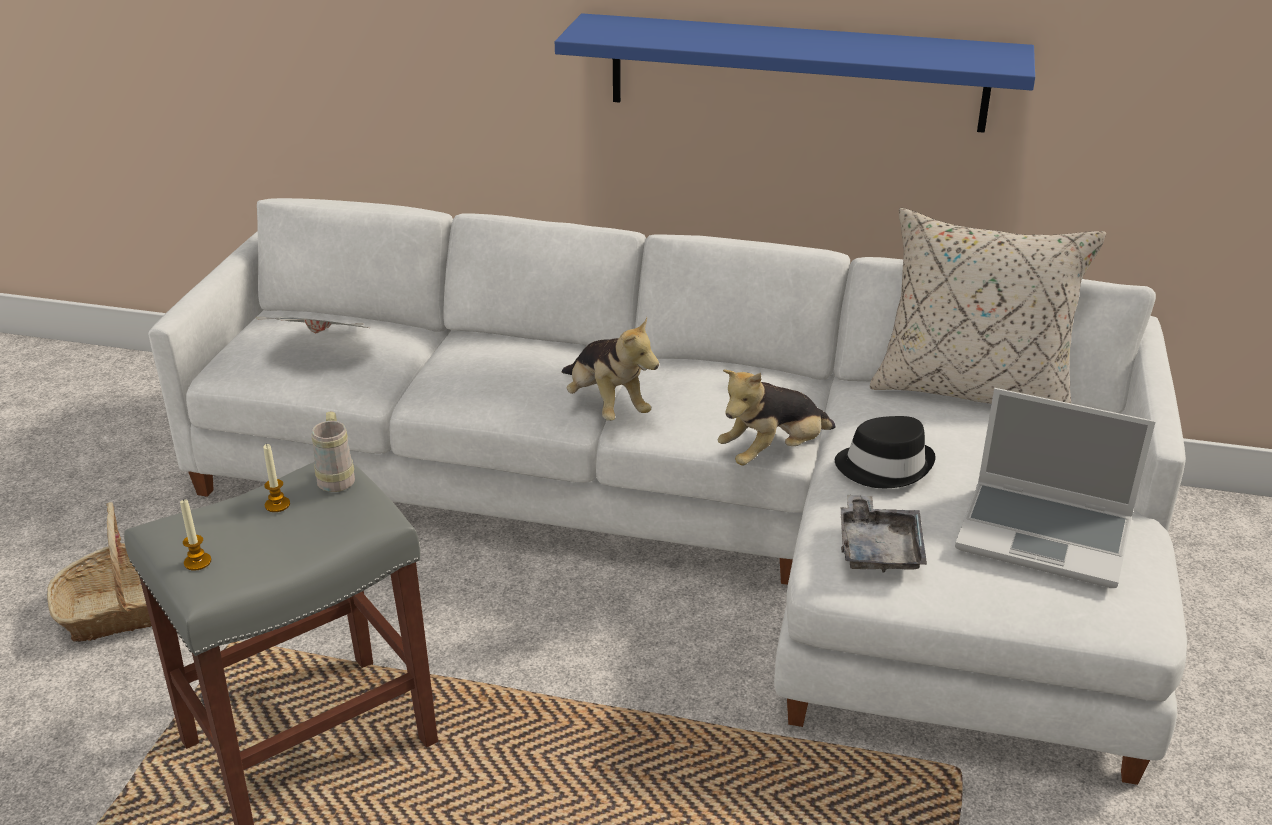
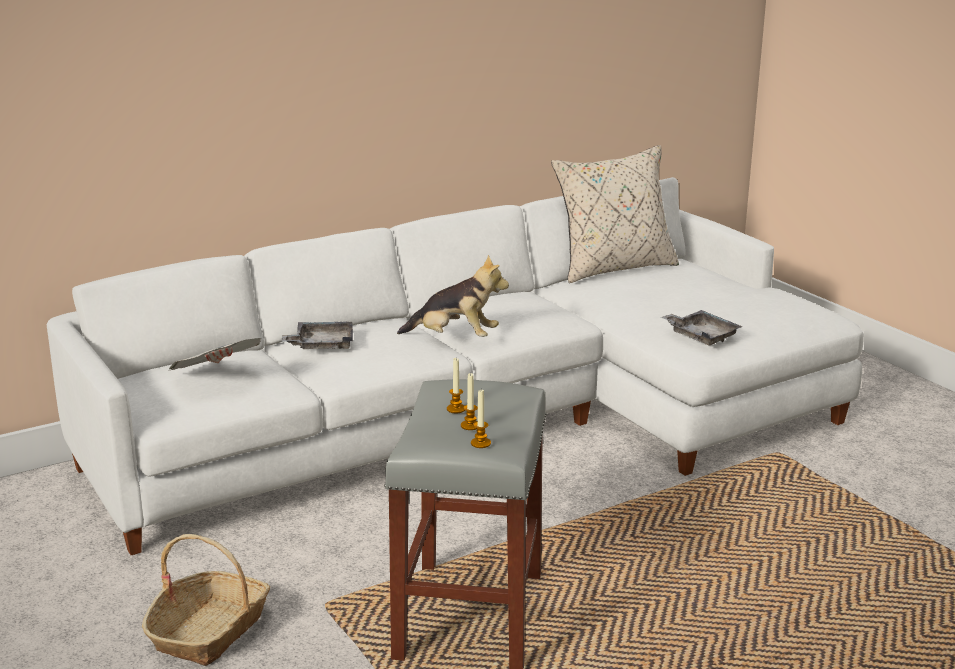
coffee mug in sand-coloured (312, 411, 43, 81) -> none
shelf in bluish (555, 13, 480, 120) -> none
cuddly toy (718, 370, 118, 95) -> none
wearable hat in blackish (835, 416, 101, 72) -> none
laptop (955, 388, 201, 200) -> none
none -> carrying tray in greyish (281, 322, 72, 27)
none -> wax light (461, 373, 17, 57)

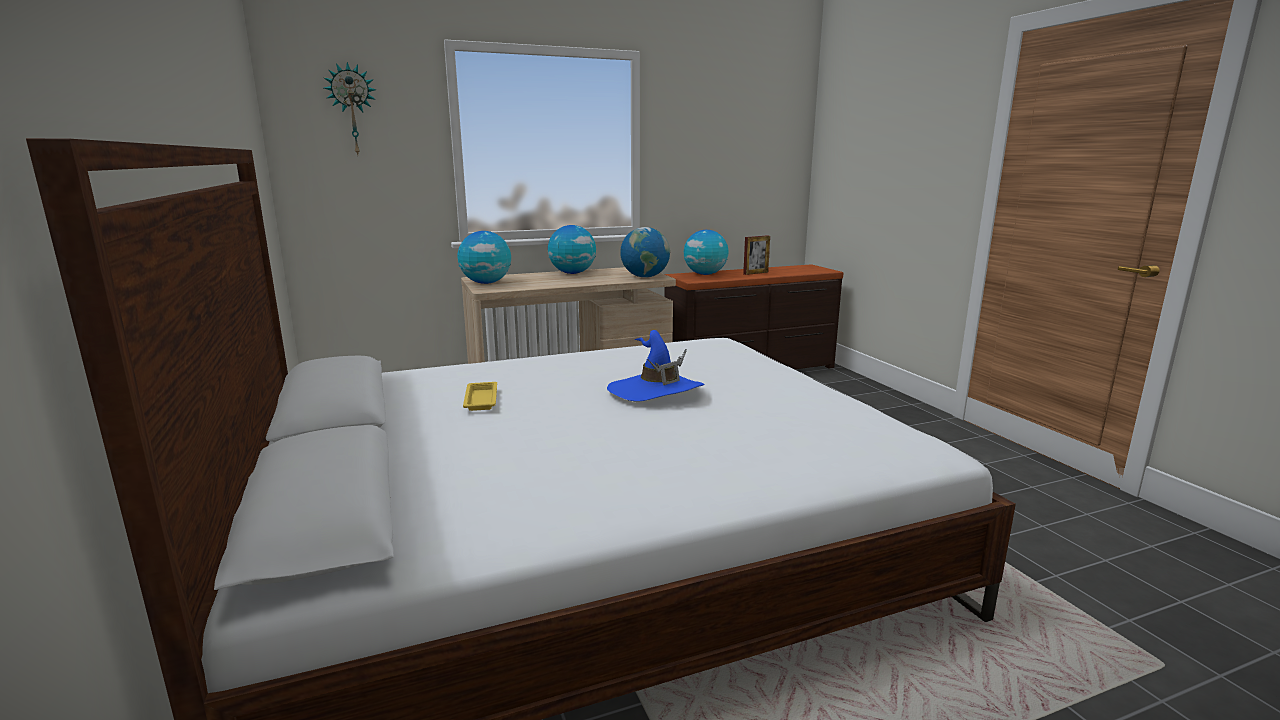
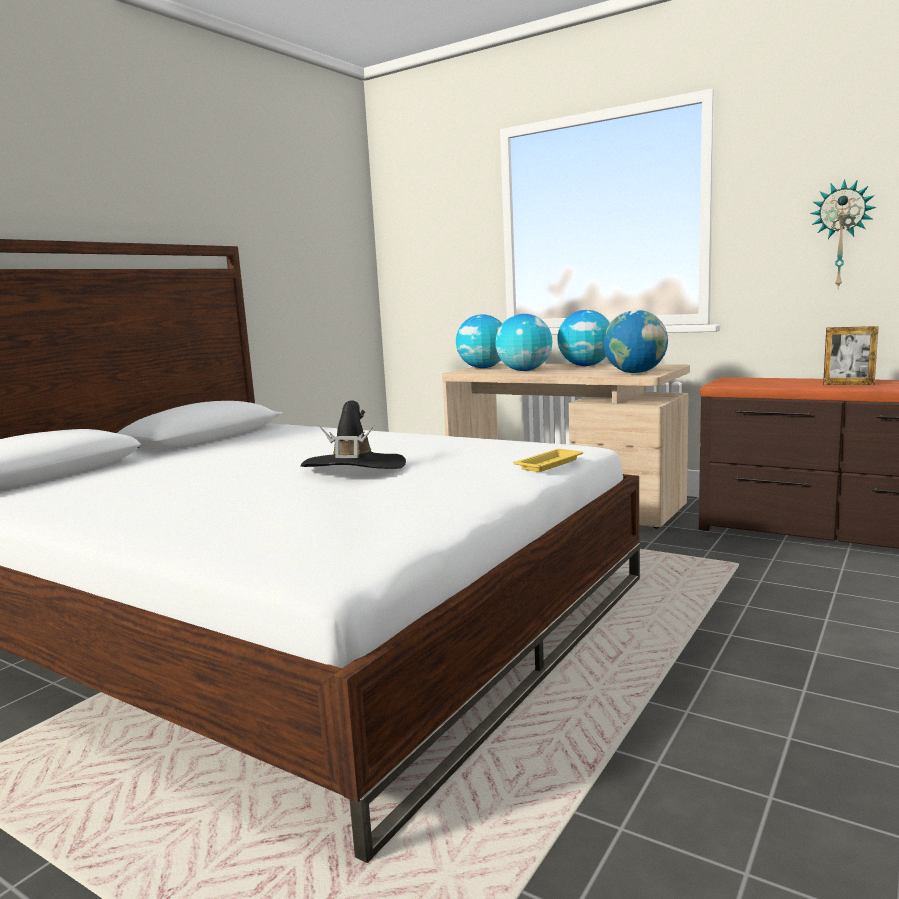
wall clock (324, 62, 52, 93) -> wall clock (810, 179, 66, 109), move
carrying tray in yellow (463, 382, 34, 29) -> carrying tray in yellow (513, 449, 70, 23), move
wearable hat in bluish (607, 330, 98, 71) -> wearable hat in blackish (300, 400, 106, 69)
world globe (684, 230, 44, 45) -> world globe (495, 314, 57, 57), move

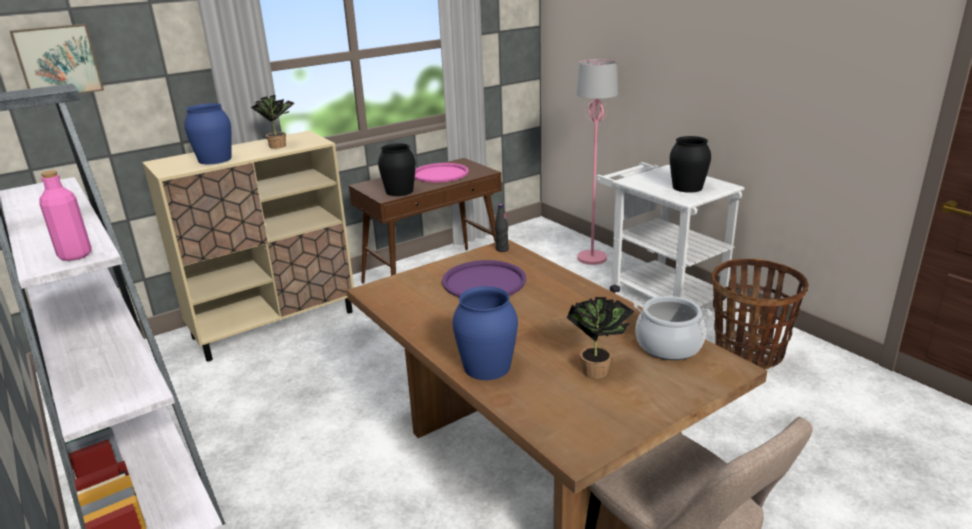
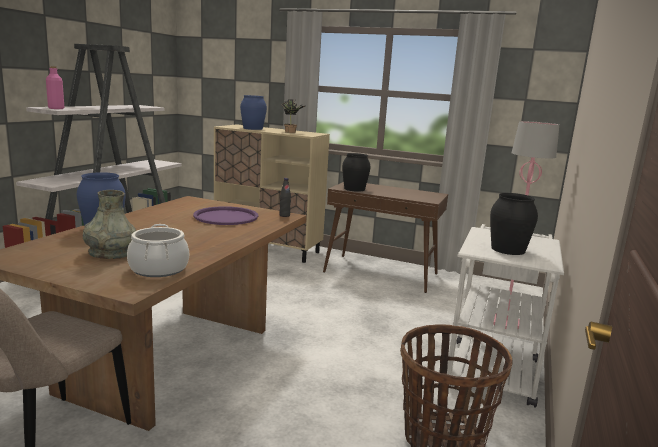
wall art (10, 24, 94, 70) -> none
carrying tray in pink (415, 163, 54, 19) -> none
plant in a pot (567, 297, 68, 82) -> decorative vase in greyish (83, 190, 53, 69)

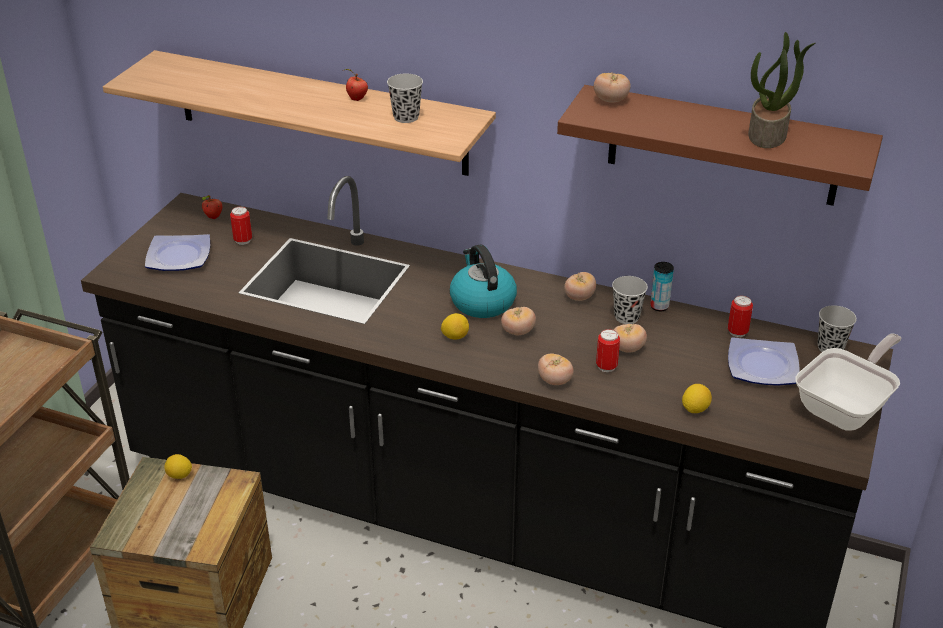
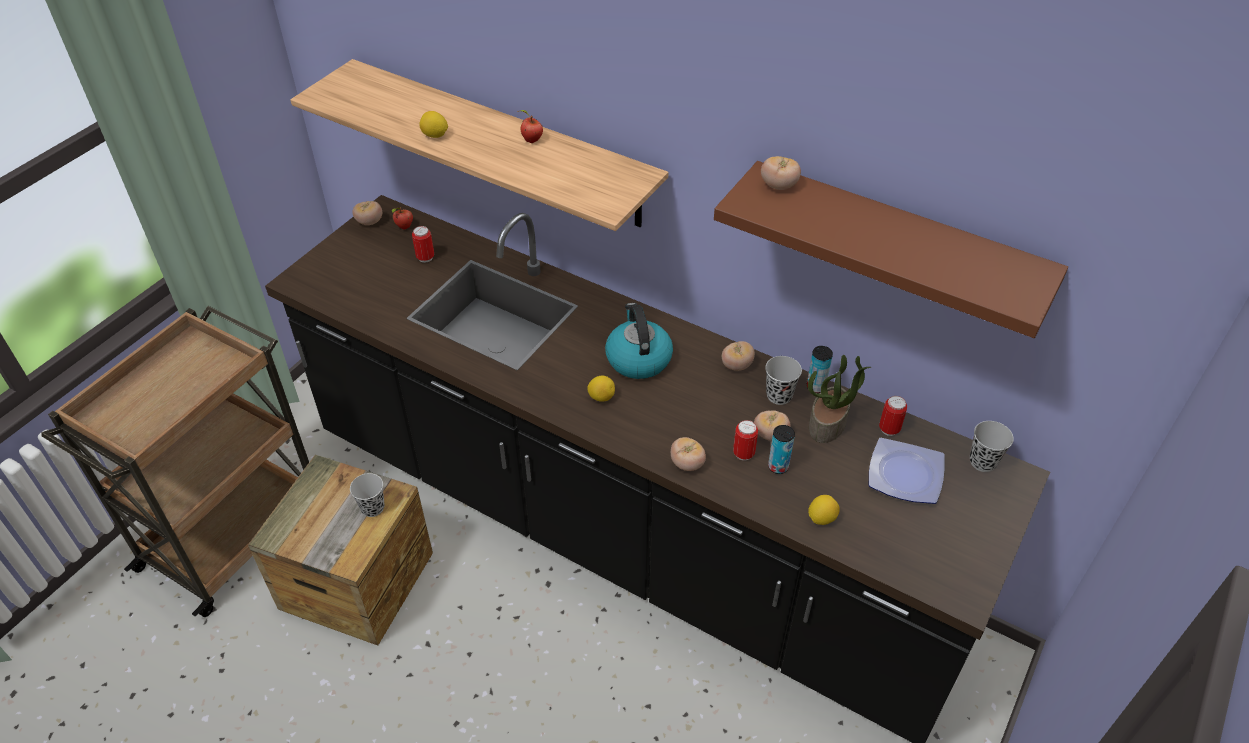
plate (145, 234, 65, 37) -> none
whole lemon (164, 454, 28, 25) -> whole lemon (419, 111, 29, 27), move
cup in blackish (387, 73, 36, 50) -> cup in blackish (350, 473, 35, 44), move
fresh tomato (501, 307, 35, 28) -> fresh tomato (352, 201, 30, 24), move
plant in a pot (748, 32, 68, 116) -> plant in a pot (808, 355, 63, 88), move
frying pan (795, 334, 106, 97) -> none
none -> can (768, 425, 27, 49)

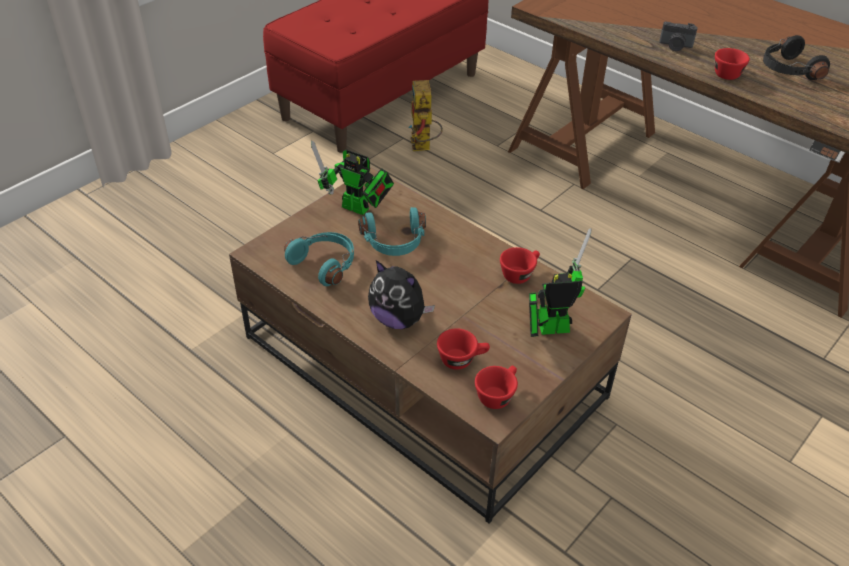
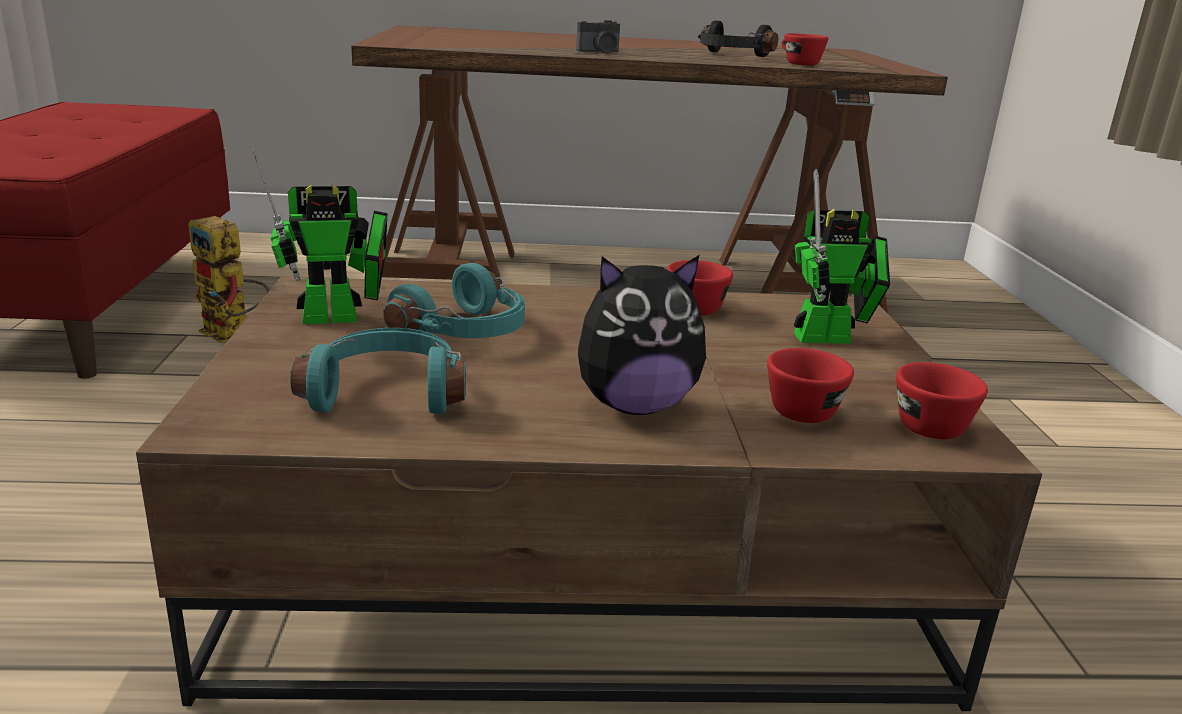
toy robot (529, 228, 62, 109) -> toy robot (794, 169, 96, 175), 135 degrees counterclockwise
cup in reddish (715, 48, 35, 32) -> cup in reddish (782, 33, 47, 33), move

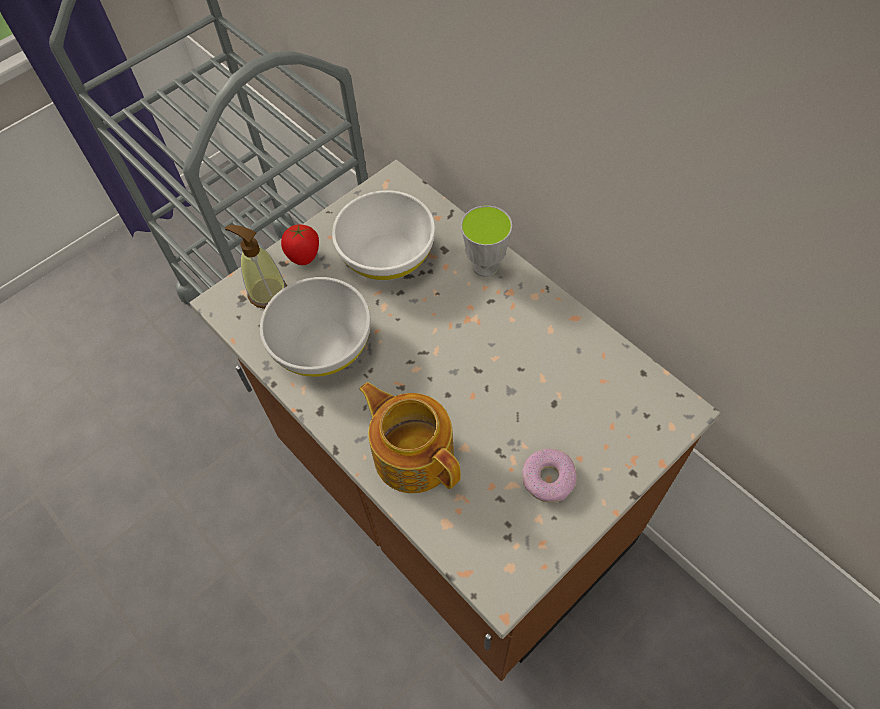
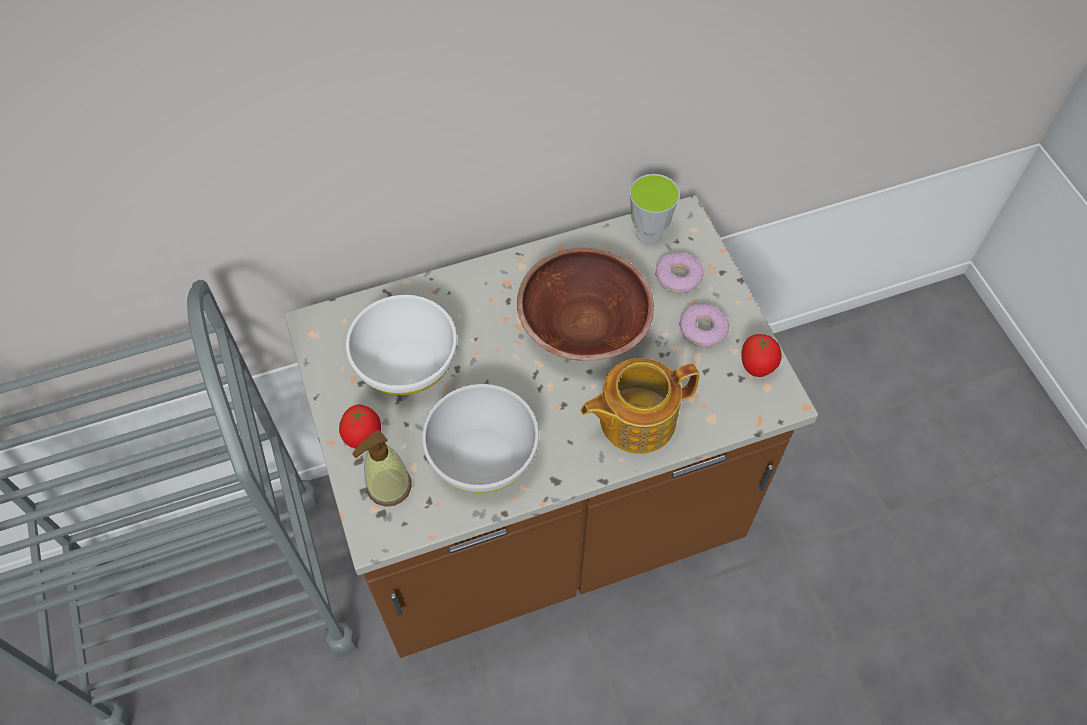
cup (461, 205, 51, 72) -> cup (630, 174, 50, 70), move
none -> serving bowl in brown (517, 247, 137, 114)
none -> donut (655, 252, 49, 42)
none -> fresh tomato (741, 334, 41, 43)

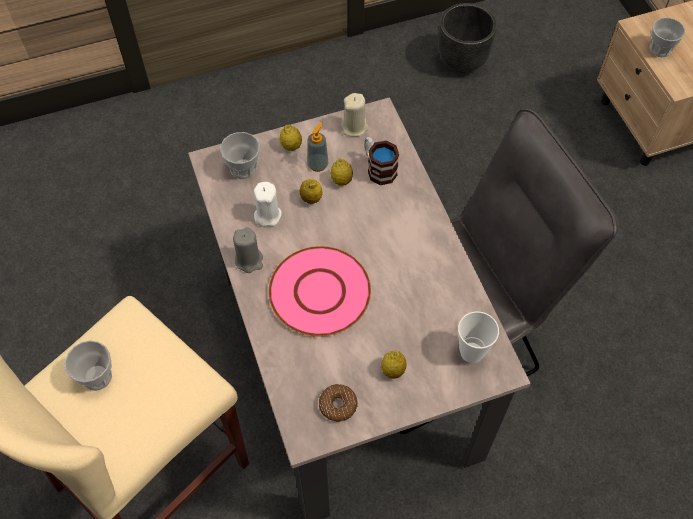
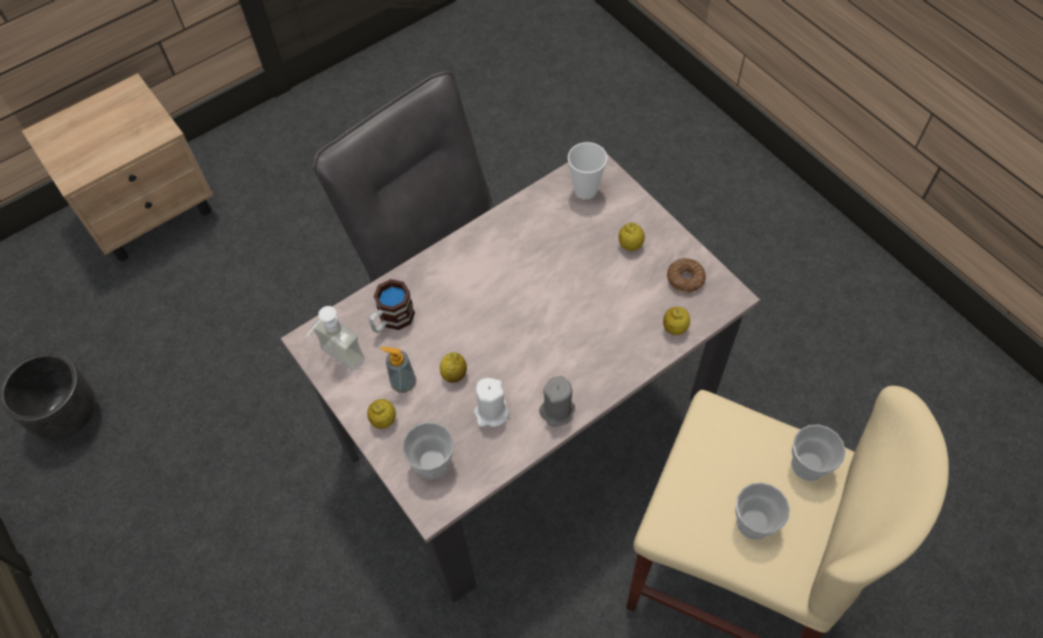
plate in pink (269, 246, 102, 90) -> none
whole lemon (330, 158, 23, 28) -> whole lemon (663, 307, 27, 28), move
wax light in sand-coloured (341, 93, 28, 44) -> soap dispenser (307, 306, 58, 65)
cup (649, 17, 36, 40) -> cup (791, 425, 55, 56), move

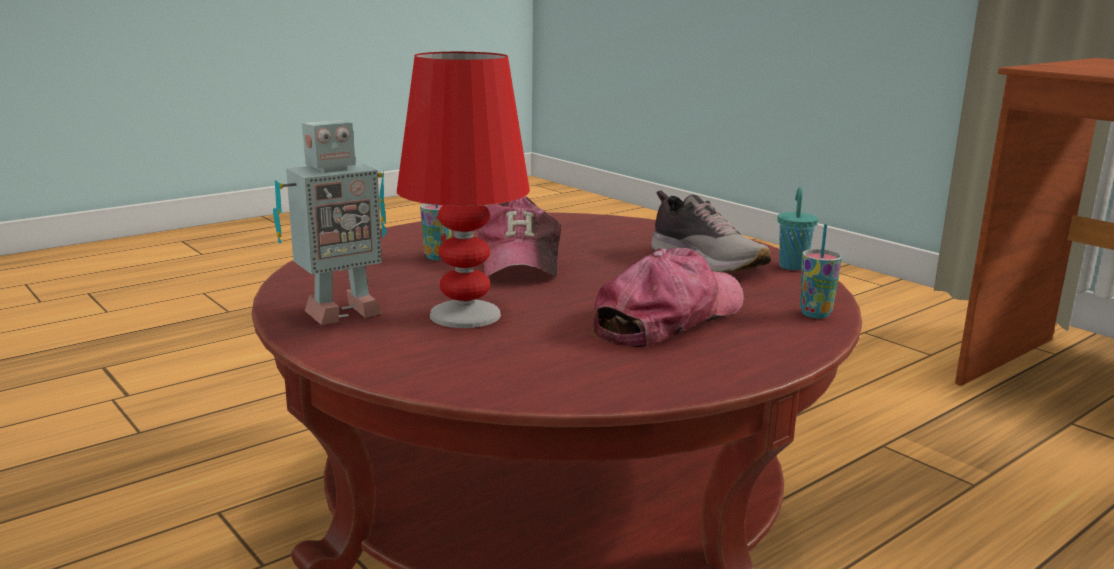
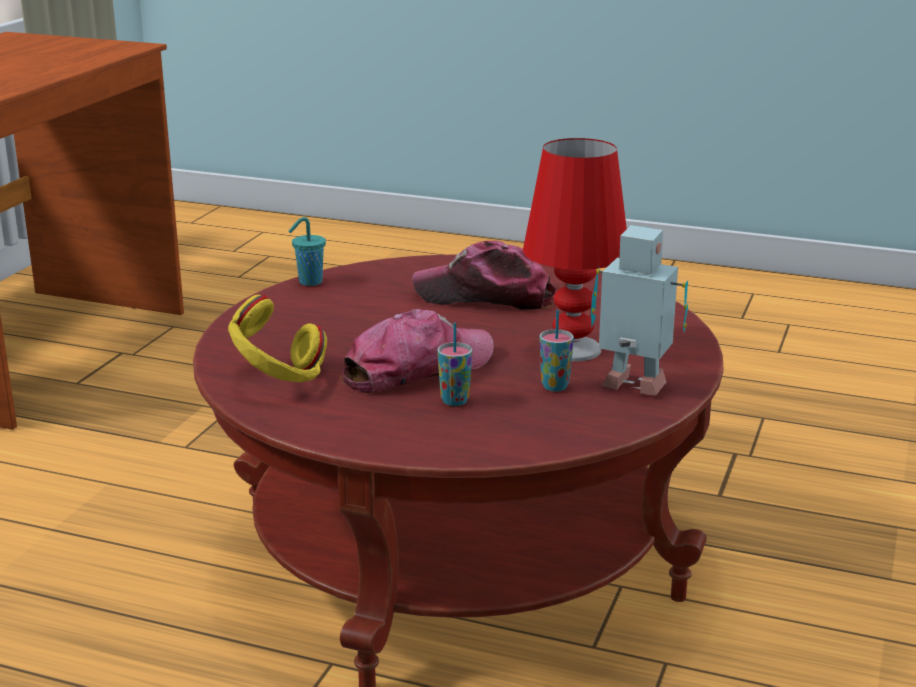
low shoe (651, 191, 120, 81) -> none
cup (800, 224, 42, 95) -> cup (540, 310, 34, 81), move
none -> headphones in yellow (228, 295, 99, 87)

